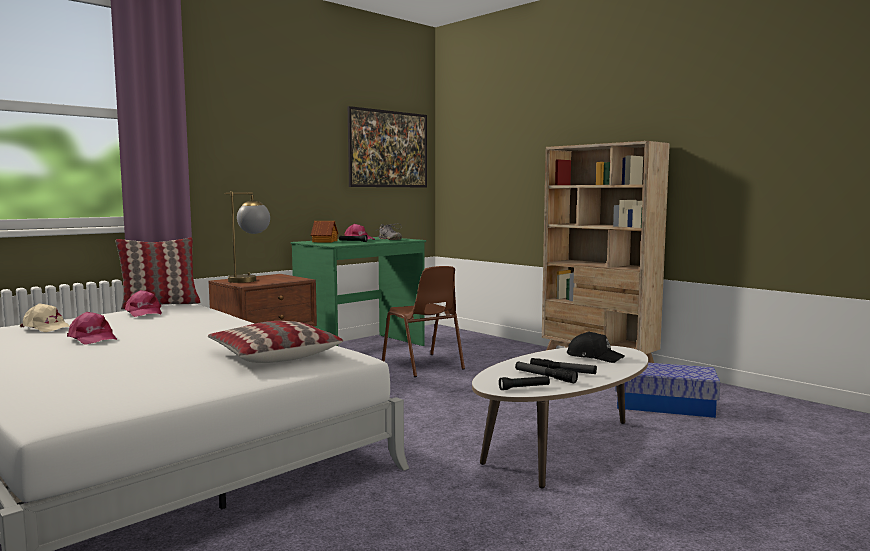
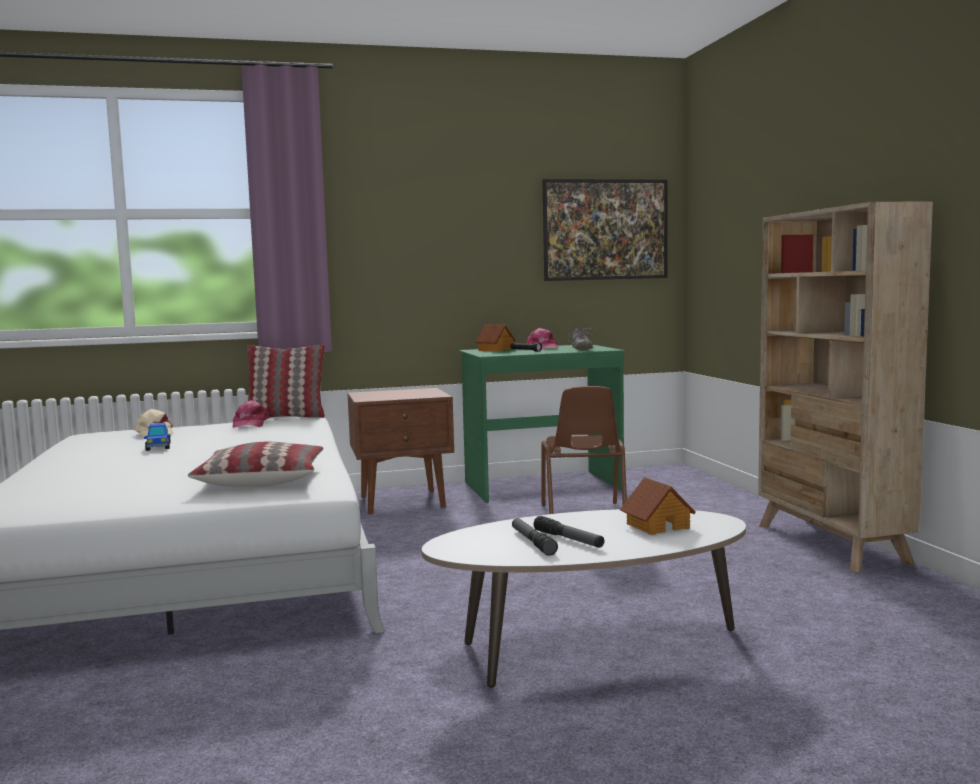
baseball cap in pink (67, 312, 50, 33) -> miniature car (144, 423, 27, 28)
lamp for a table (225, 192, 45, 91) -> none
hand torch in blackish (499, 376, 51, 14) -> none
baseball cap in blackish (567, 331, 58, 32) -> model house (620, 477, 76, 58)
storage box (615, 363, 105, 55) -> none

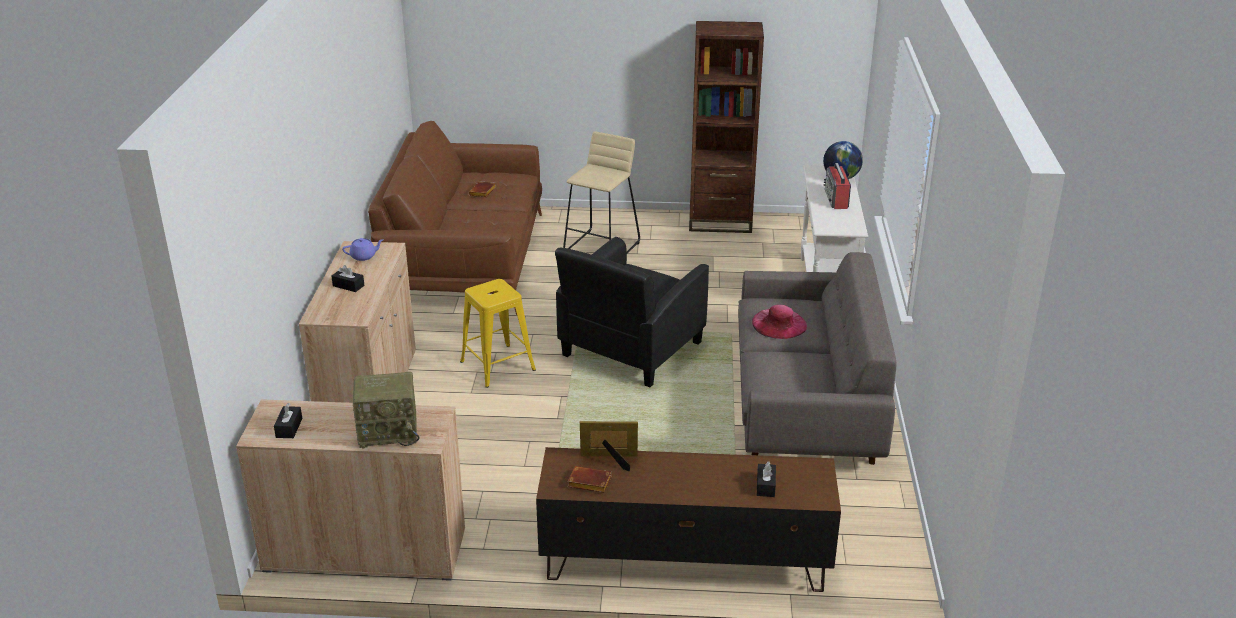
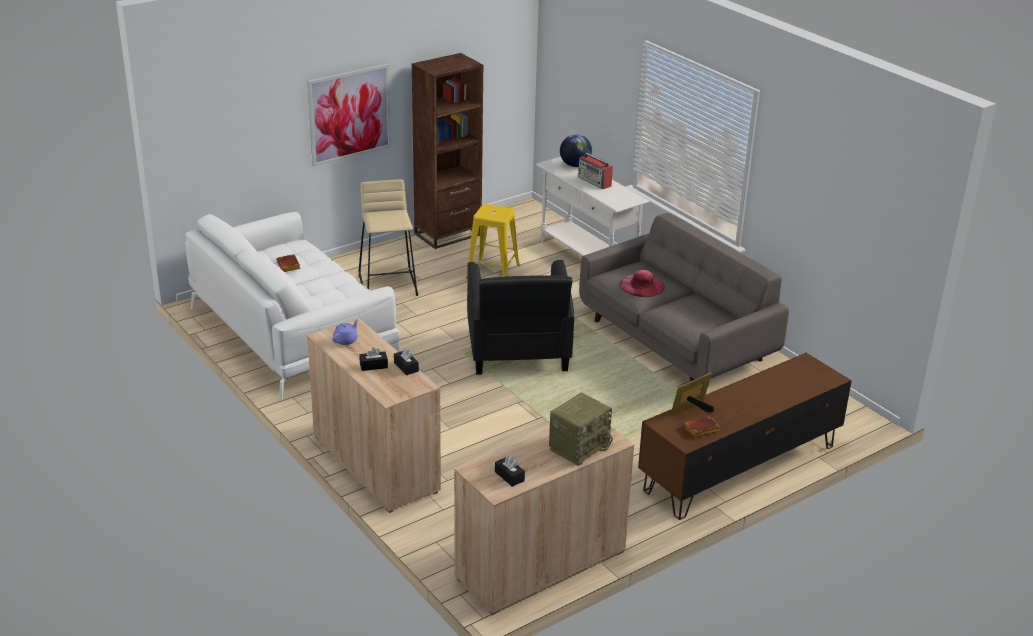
sofa in brown (368, 121, 174, 194) -> sofa in whitish (185, 212, 215, 189)
stool in yellow (460, 279, 76, 109) -> stool in yellow (466, 204, 54, 74), move
tissue holder in blackish (757, 461, 19, 36) -> tissue holder in blackish (394, 348, 25, 27), move
none -> wall art (308, 64, 83, 103)

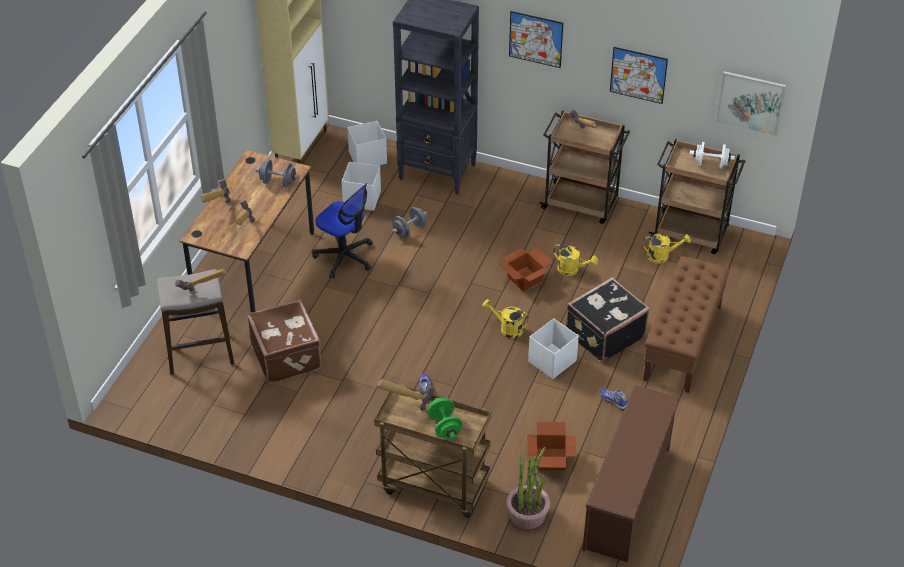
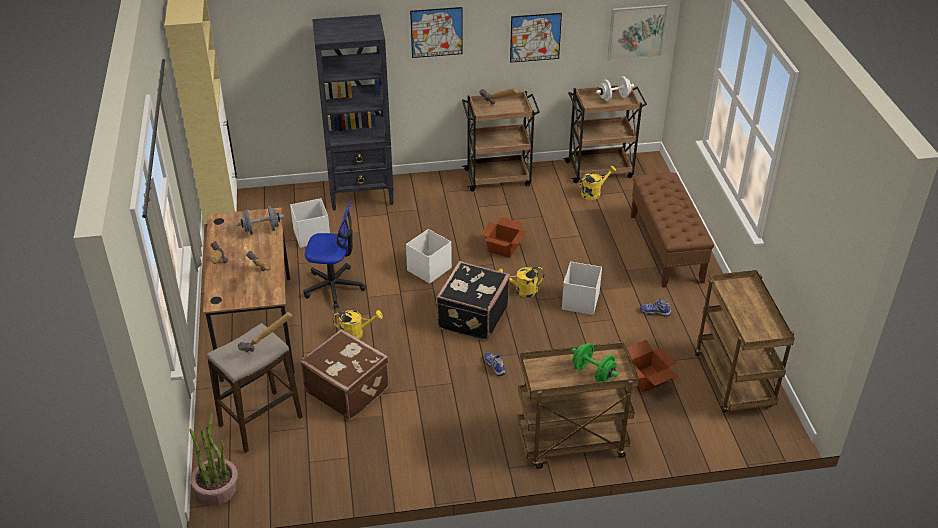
storage box in whitish (347, 121, 40, 44) -> storage box in whitish (406, 229, 46, 55), move
hand hammer (378, 379, 57, 31) -> none
dumbbell in greyish (392, 207, 35, 31) -> none
plant in a pot (506, 447, 44, 82) -> plant in a pot (189, 413, 49, 92), move
sprinkling can in yellow (553, 244, 45, 32) -> sprinkling can in yellow (333, 310, 50, 29), move
travel case in blackish (566, 277, 84, 86) -> travel case in blackish (436, 261, 74, 80), move
shoe stand in brown (582, 385, 98, 177) -> cart in brown (695, 270, 100, 143)

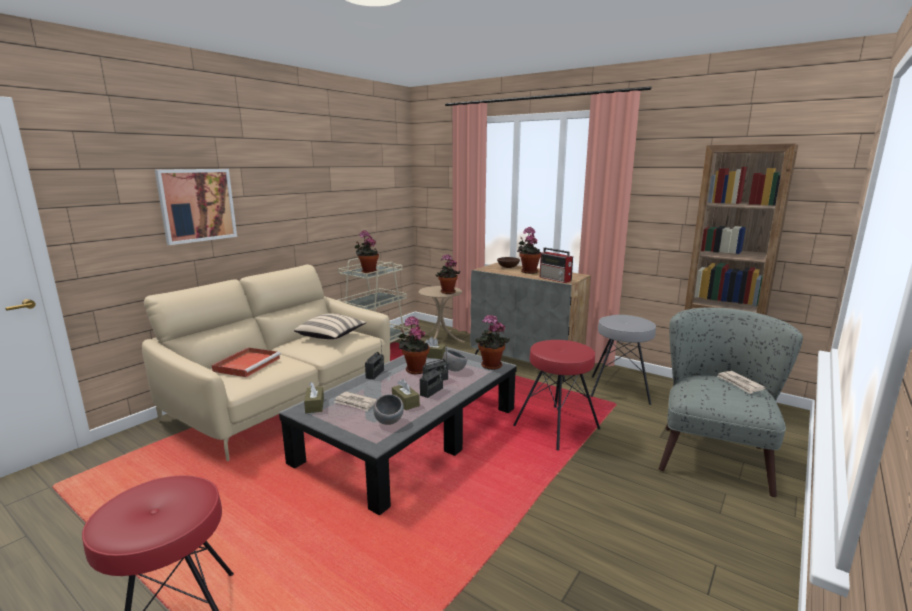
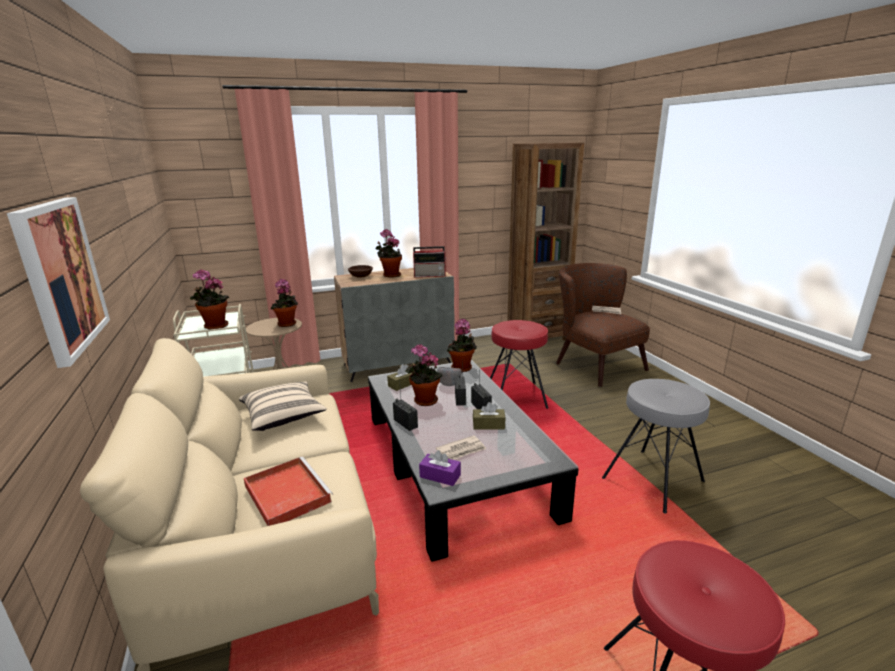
tissue holder in brown (304, 382, 20, 31) -> tissue holder in purple (419, 450, 42, 36)
serving bowl in greyish (373, 394, 31, 31) -> none
stool in greyish (591, 315, 65, 90) -> stool in greyish (602, 379, 108, 135), move
easy chair in greyish (659, 308, 144, 189) -> easy chair in brown (556, 263, 94, 124)

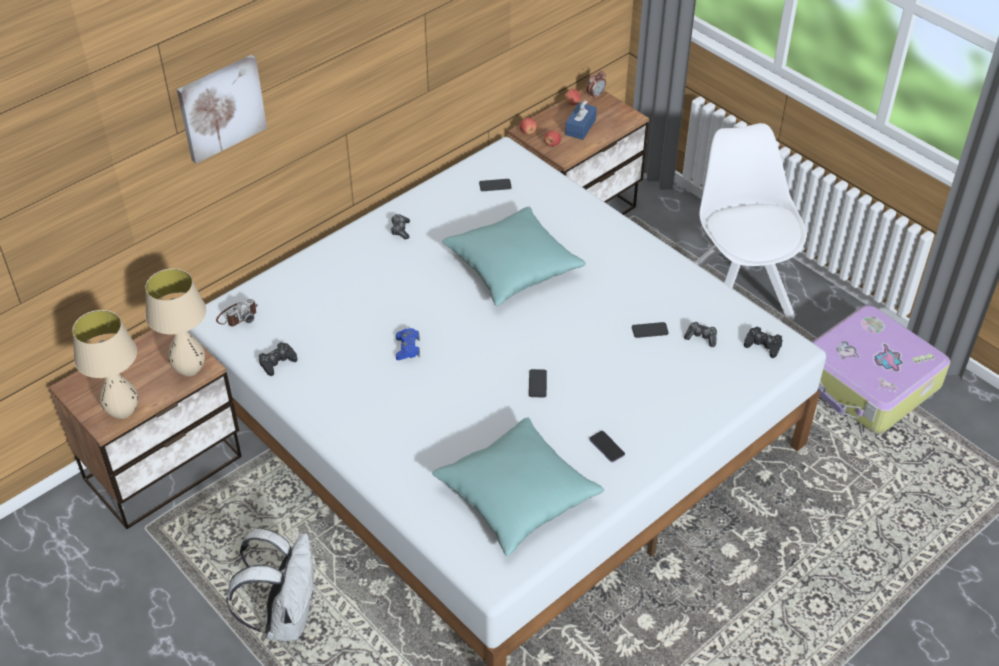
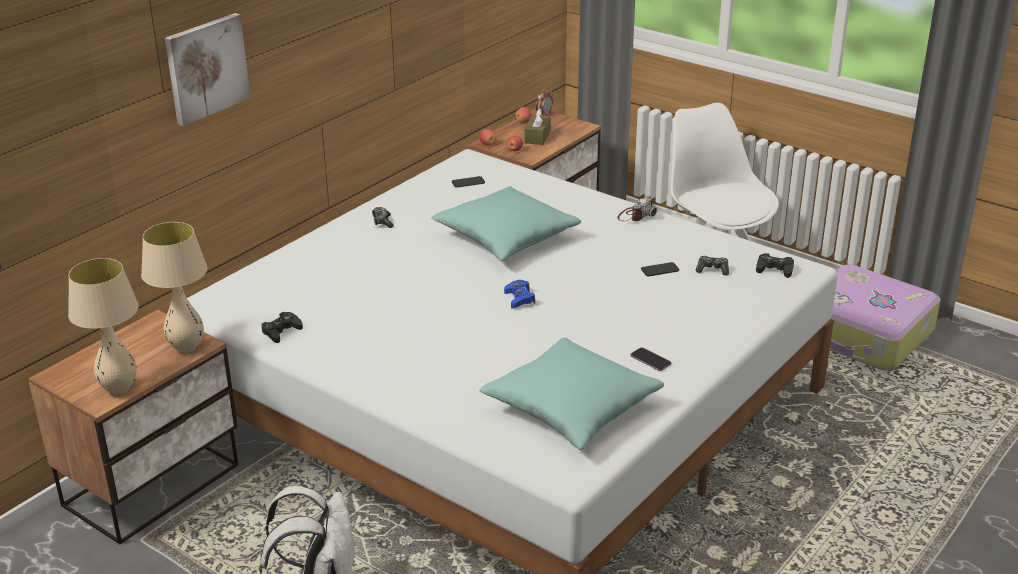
photo camera (216, 299, 42, 27) -> photo camera (617, 196, 40, 25), move
joypad in bluish (396, 328, 24, 32) -> joypad in bluish (504, 280, 31, 29), move
telephone (529, 369, 18, 28) -> none
tissue holder in bluish (565, 101, 32, 39) -> tissue holder in brown (525, 108, 26, 37)

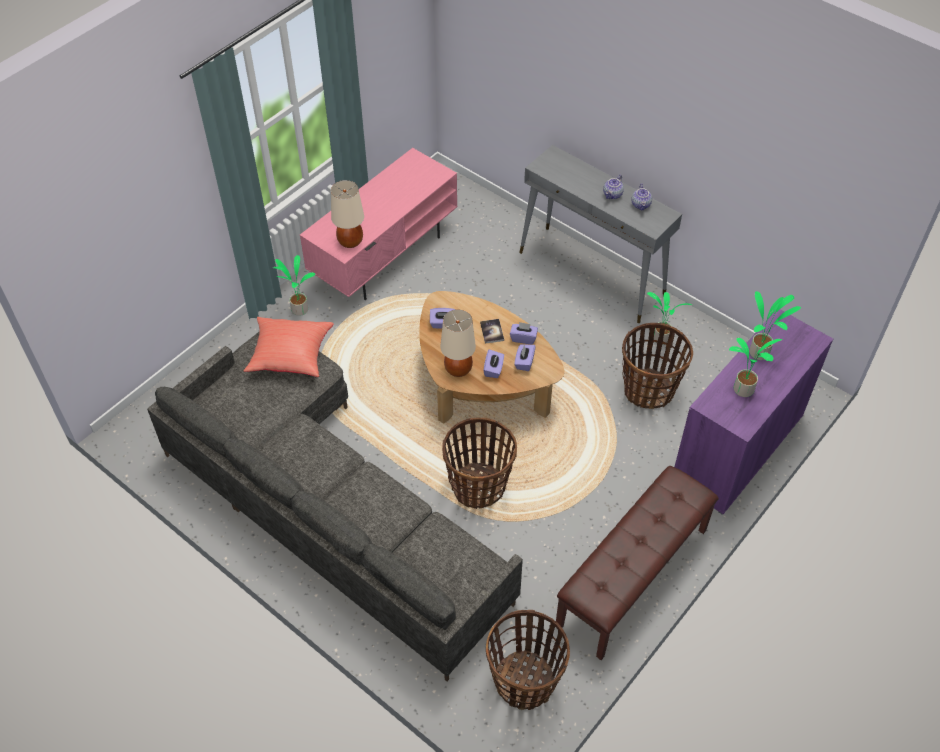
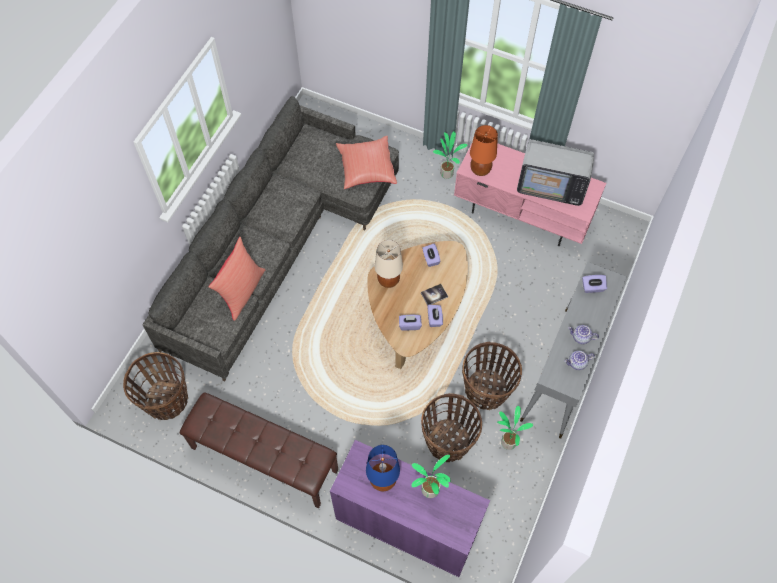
lamp for a table in sand-coloured (331, 180, 33, 68) -> lamp for a table in orangey (470, 125, 28, 51)
storage basket (442, 418, 75, 91) -> storage basket (462, 341, 60, 69), move
tissue holder in purple (483, 349, 21, 29) -> tissue holder in purple (582, 275, 25, 18), move
plant in a pot (729, 338, 53, 59) -> lamp for a table in bluish (366, 445, 34, 46)
none -> pillow in reddish (209, 237, 56, 84)
none -> television (517, 139, 77, 67)

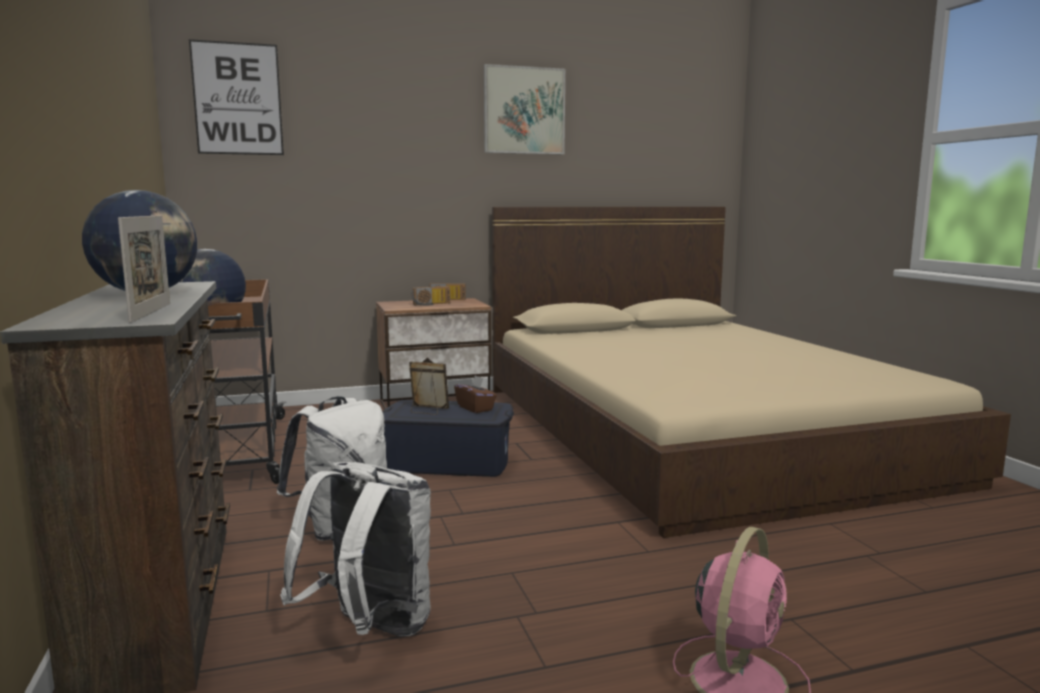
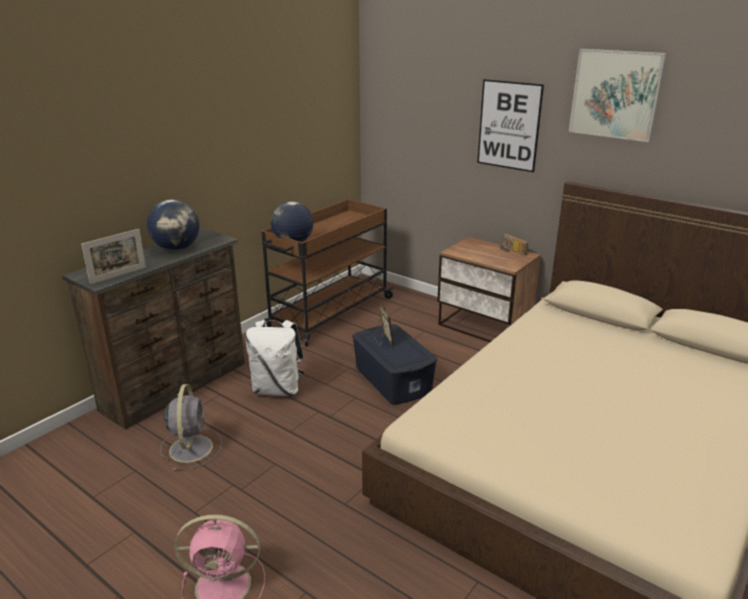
wall art (189, 39, 95, 116) -> wall art (477, 79, 67, 93), move
knapsack in whitish (280, 462, 151, 174) -> electric fan in greyish (160, 384, 62, 87)
radio receiver (411, 286, 40, 20) -> none
tissue holder in brown (454, 375, 43, 38) -> none

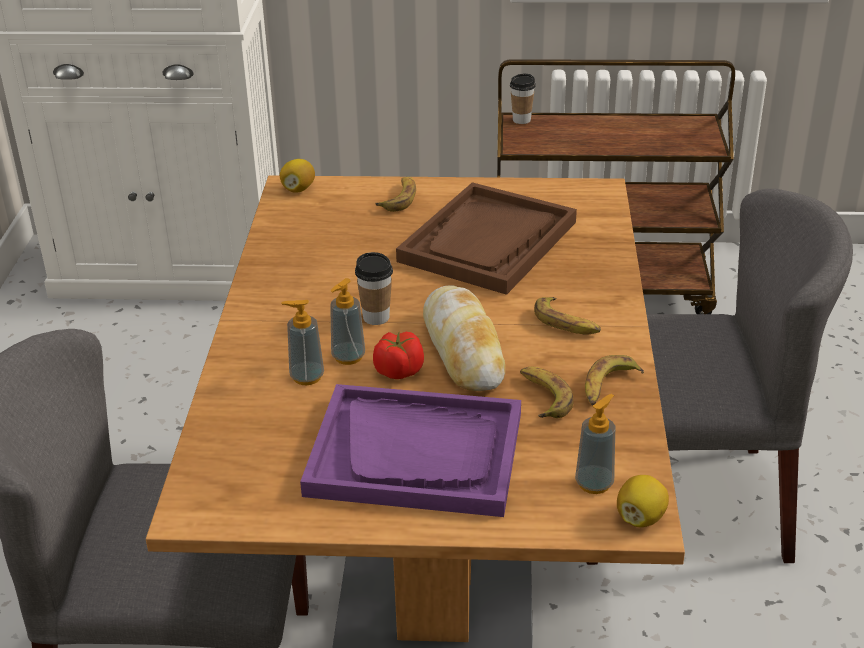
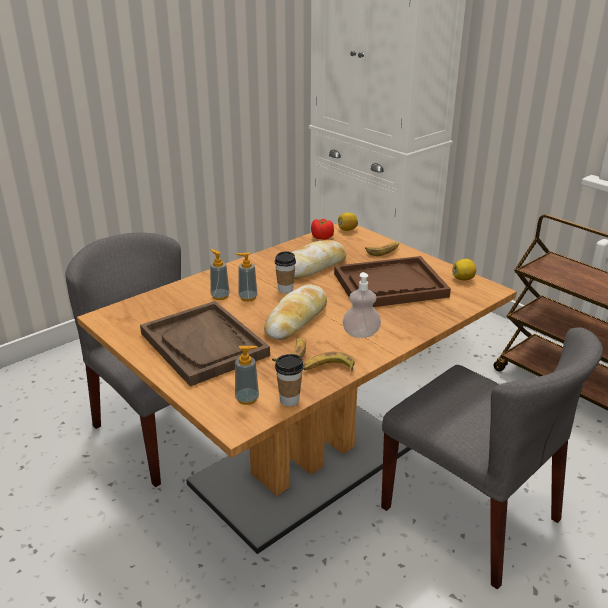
carrying tray in purple (300, 384, 221, 133) -> carrying tray in brown (140, 301, 130, 85)
fresh tomato (373, 332, 51, 47) -> fresh tomato (311, 219, 23, 21), move
cup (510, 74, 26, 50) -> cup (275, 354, 28, 53), move
whole banana (534, 297, 67, 38) -> soap dispenser (343, 272, 38, 66)
whole lemon (617, 475, 52, 52) -> whole lemon (452, 259, 24, 21), move
none -> bread (292, 240, 54, 39)

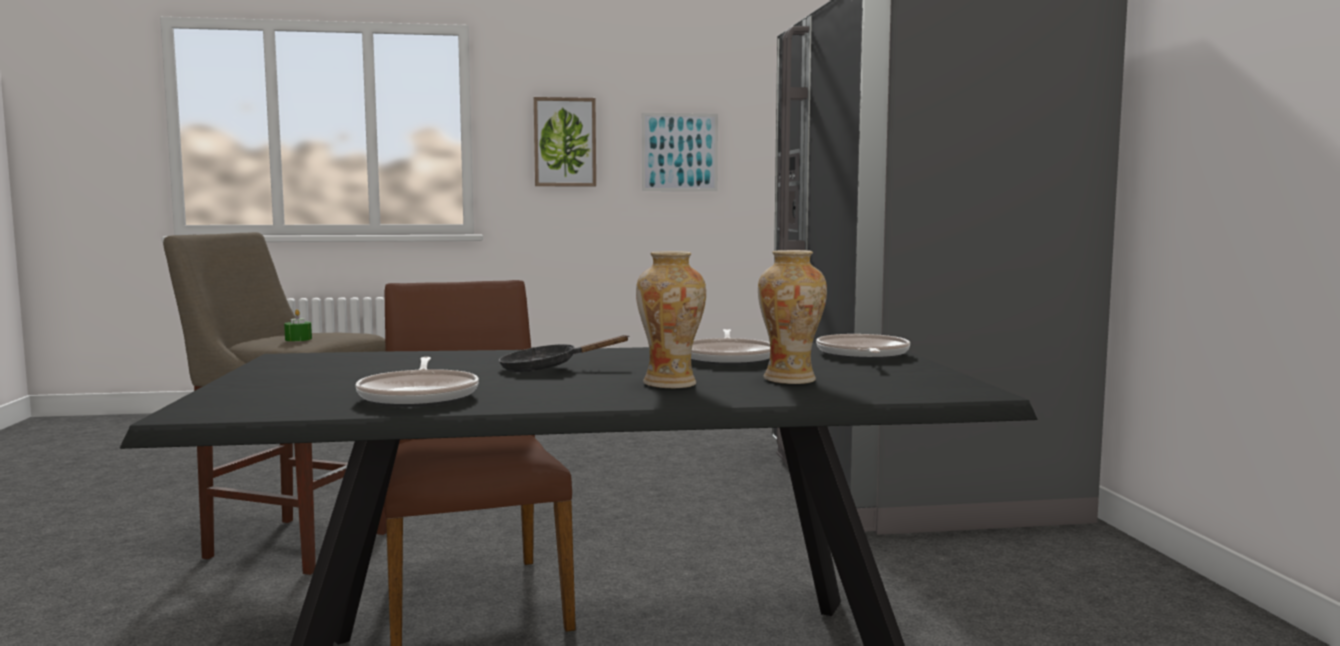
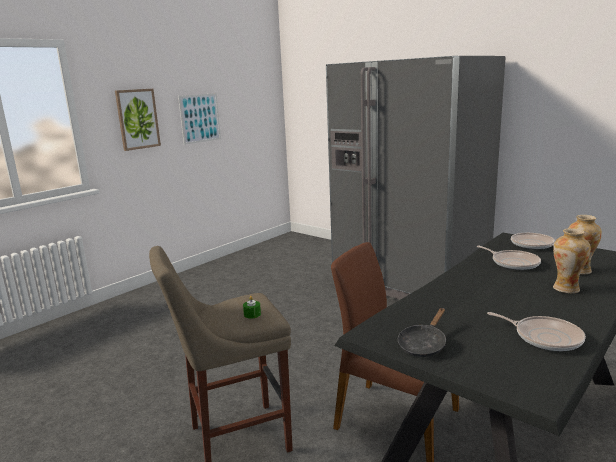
frying pan in blackish (499, 335, 131, 37) -> frying pan in blackish (398, 308, 48, 49), move

